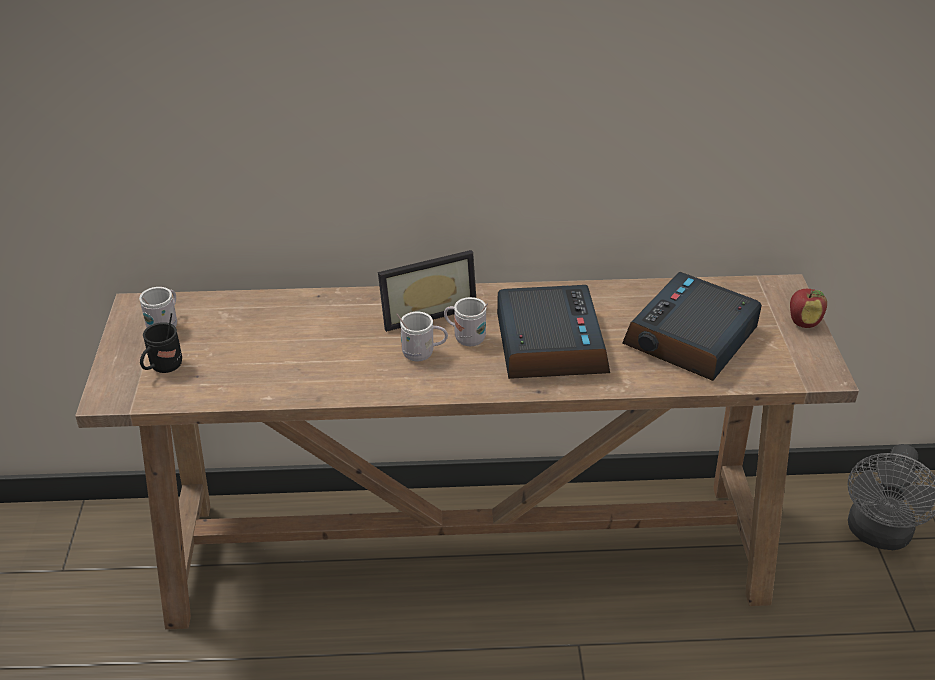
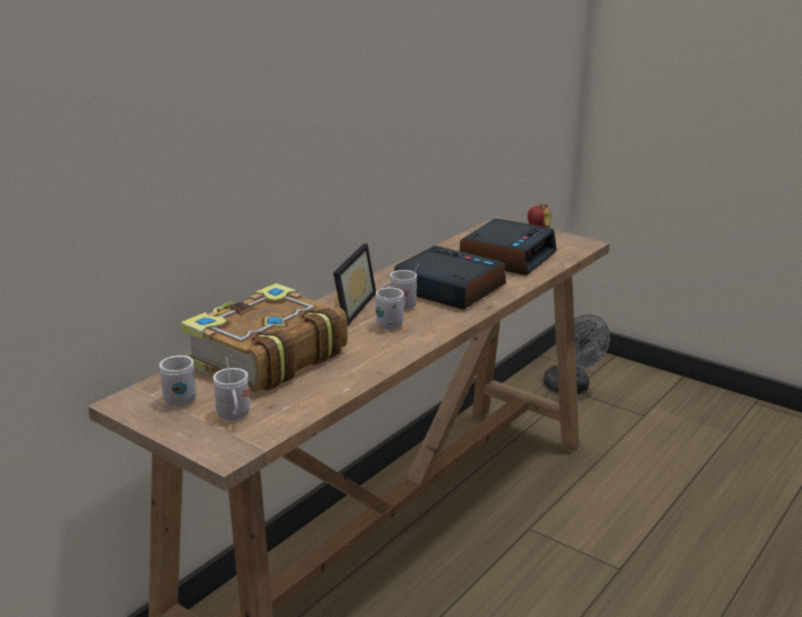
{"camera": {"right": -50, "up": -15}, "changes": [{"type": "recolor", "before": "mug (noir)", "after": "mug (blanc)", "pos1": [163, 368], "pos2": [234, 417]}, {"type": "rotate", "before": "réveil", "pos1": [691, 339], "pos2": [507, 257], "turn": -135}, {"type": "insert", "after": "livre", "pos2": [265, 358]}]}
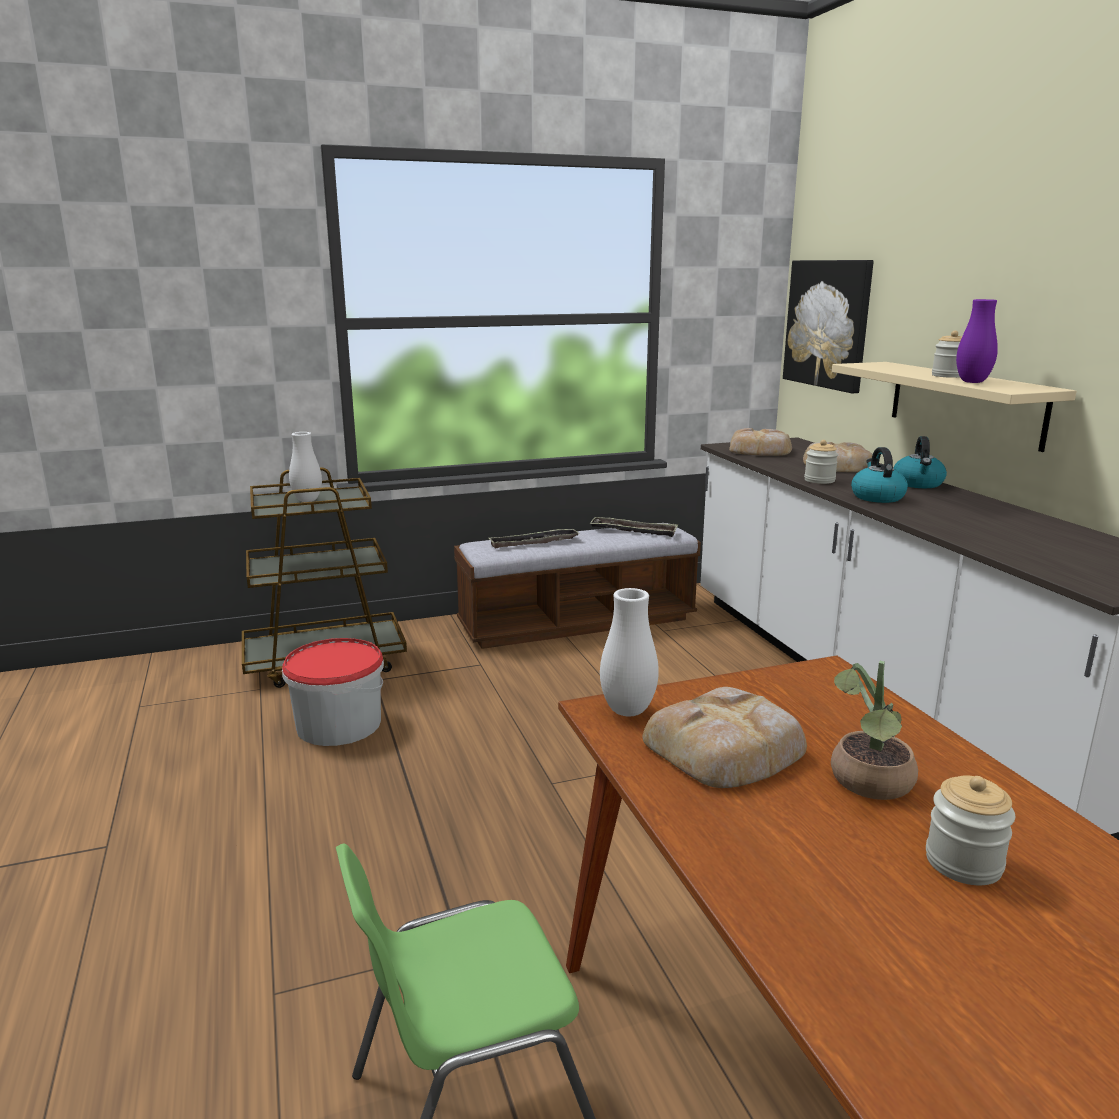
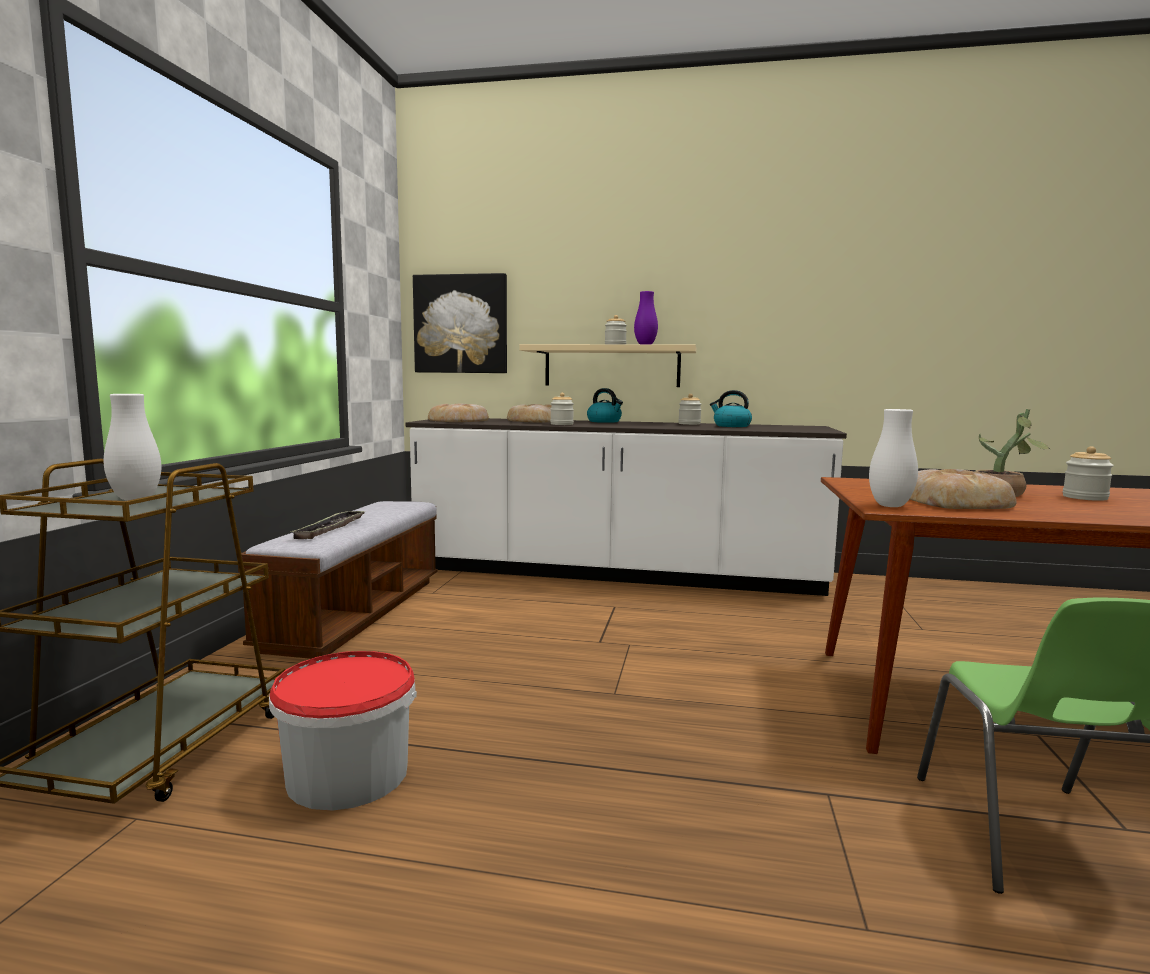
{"camera": {"right": -60, "up": -10}, "changes": [{"type": "delete", "before": "plateau", "pos1": [633, 531]}, {"type": "move", "before": "bouilloire", "pos1": [876, 497], "pos2": [731, 426]}, {"type": "insert", "after": "bocal", "pos2": [689, 424]}]}
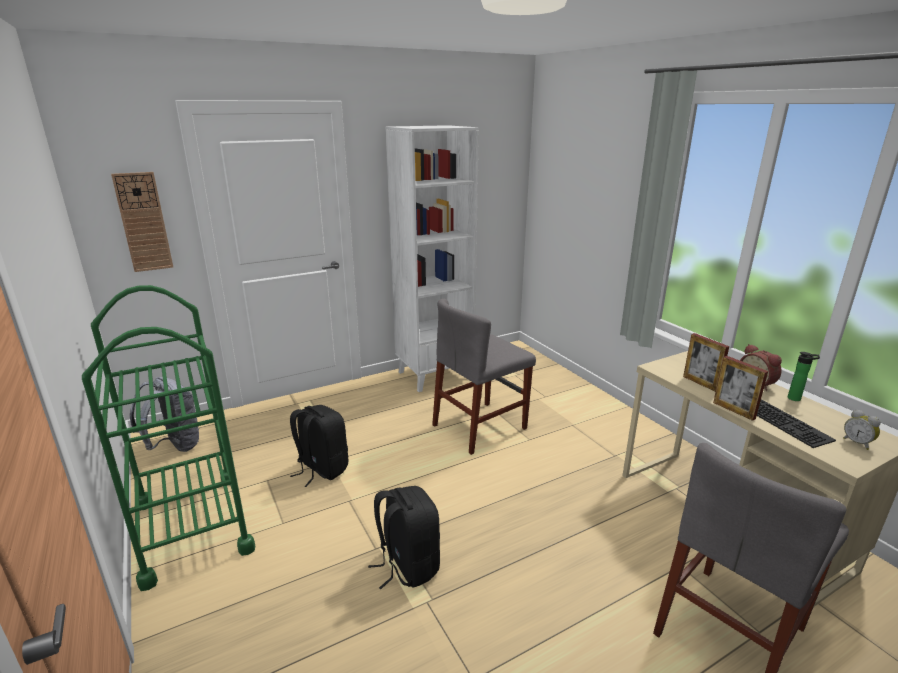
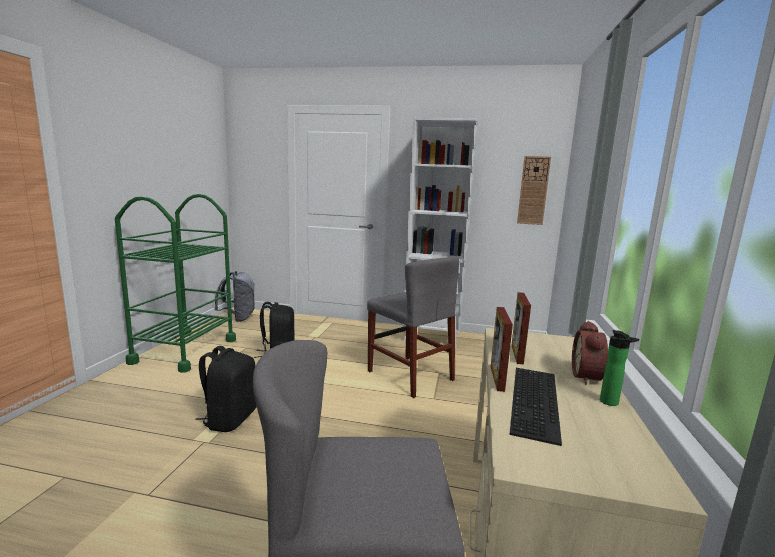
{"camera": {"right": 40, "up": -10}, "changes": [{"type": "move", "before": "horloge murale", "pos1": [143, 222], "pos2": [533, 190]}, {"type": "rotate", "before": "chaise (gris)", "pos1": [479, 427], "pos2": [410, 375], "turn": -135}, {"type": "delete", "before": "réveil", "pos1": [857, 443]}]}
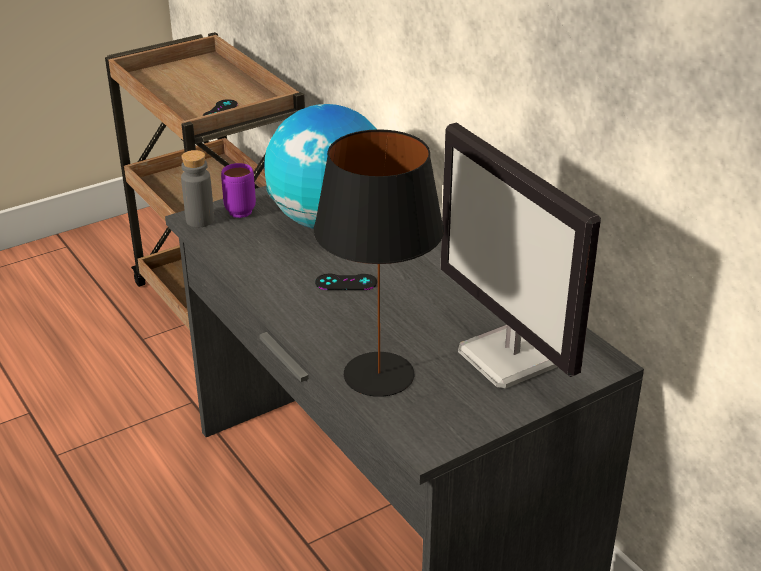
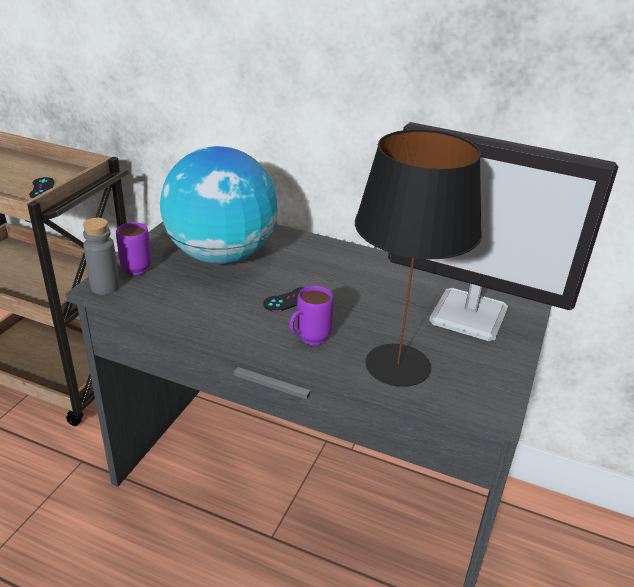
{"camera": {"right": -35, "up": 0}, "changes": [{"type": "insert", "after": "mug (violet)", "pos2": [307, 341]}]}
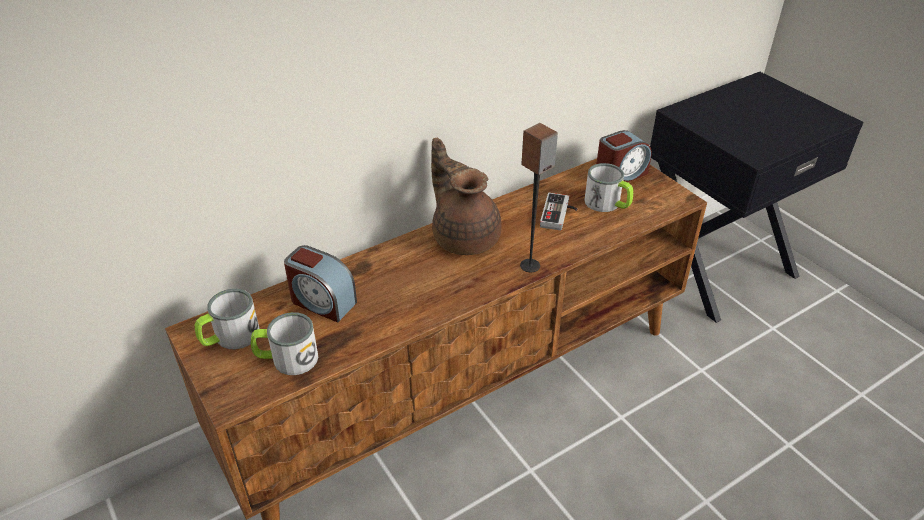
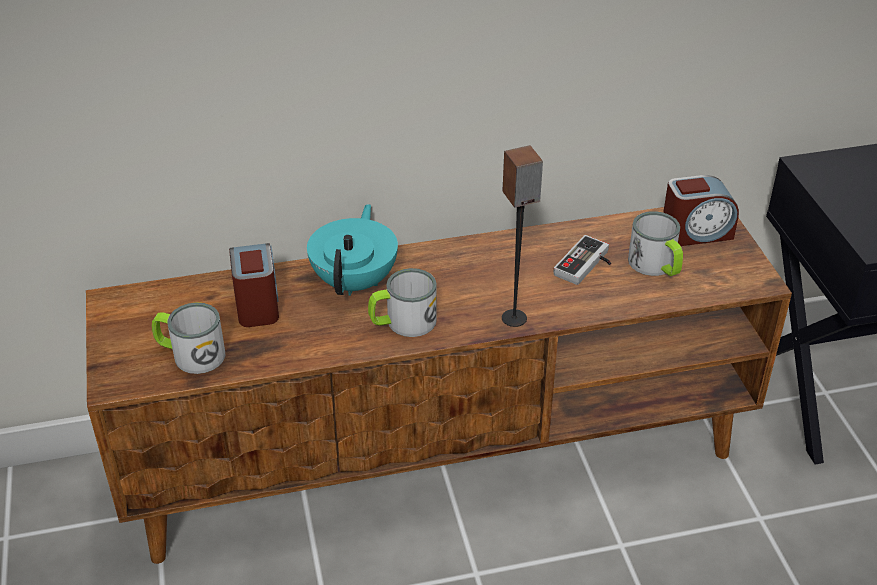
{"camera": {"right": 20, "up": 0}, "changes": [{"type": "move", "before": "mug", "pos1": [230, 337], "pos2": [402, 322]}, {"type": "rotate", "before": "réveil", "pos1": [322, 302], "pos2": [257, 302], "turn": -150}, {"type": "delete", "before": "théière (marron)", "pos1": [464, 236]}, {"type": "insert", "after": "théière (turquoise)", "pos2": [355, 281]}]}
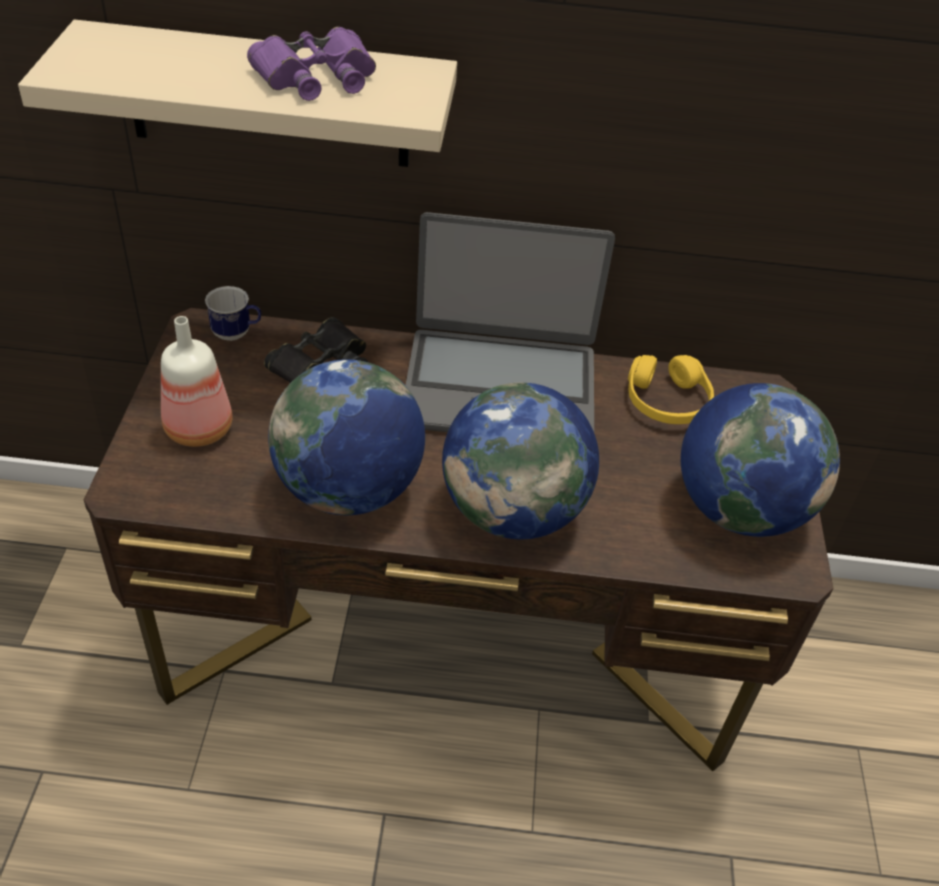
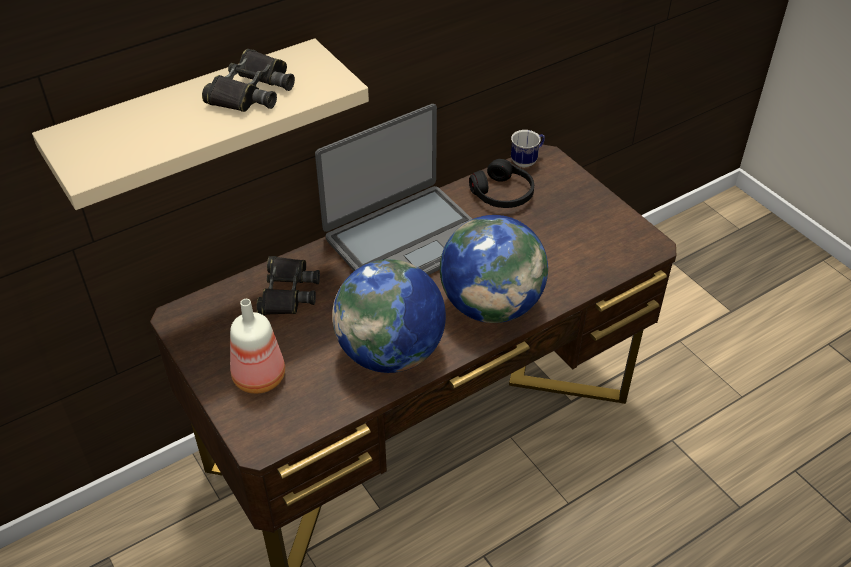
{"camera": {"right": -35, "up": 0}, "changes": [{"type": "move", "before": "mug", "pos1": [237, 334], "pos2": [527, 161]}, {"type": "recolor", "before": "jumelles (violet)", "after": "jumelles (noir)", "pos1": [316, 77], "pos2": [252, 91]}, {"type": "recolor", "before": "casque audio (jaune)", "after": "casque audio (noir)", "pos1": [667, 401], "pos2": [502, 194]}, {"type": "delete", "before": "globe", "pos1": [739, 509]}]}
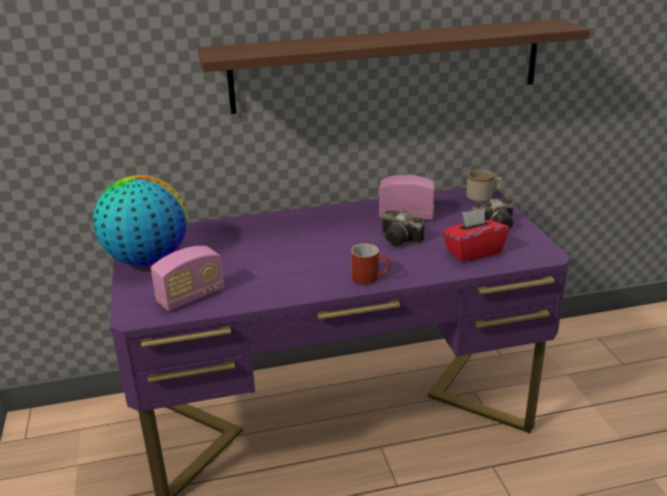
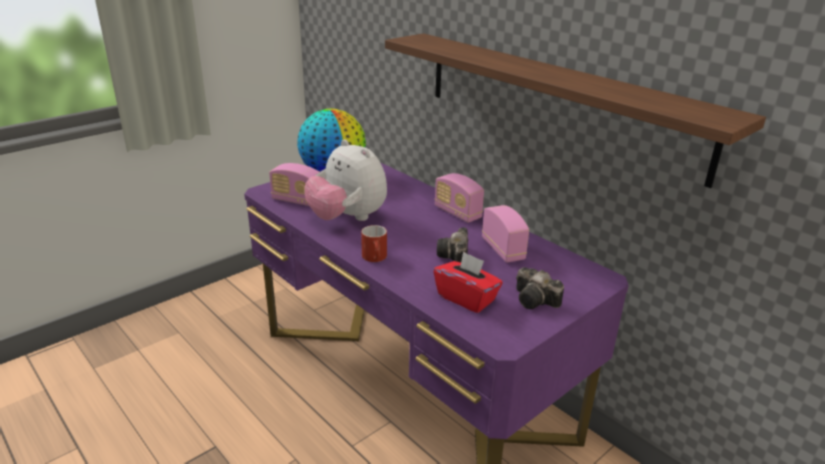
{"camera": {"right": 60, "up": 0}, "changes": [{"type": "delete", "before": "mug (beige)", "pos1": [483, 198]}, {"type": "insert", "after": "peluche", "pos2": [347, 218]}, {"type": "insert", "after": "radio", "pos2": [457, 213]}]}
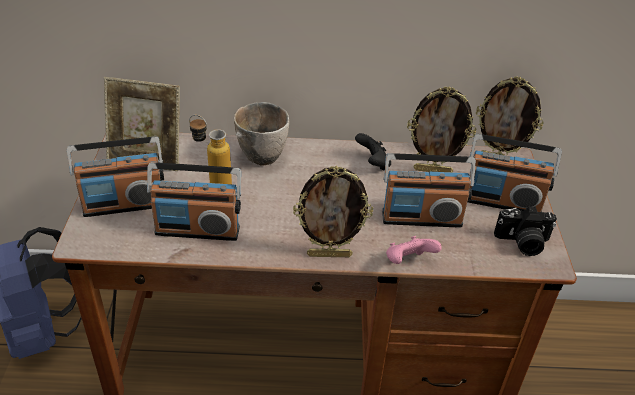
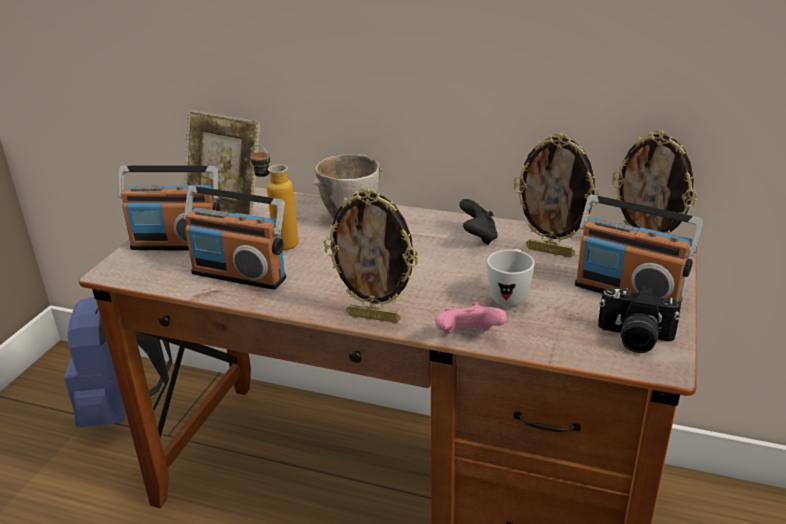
{"camera": {"right": 20, "up": -10}, "changes": [{"type": "replace", "before": "radio", "after": "mug (blanc)", "pos1": [421, 218], "pos2": [510, 296]}]}
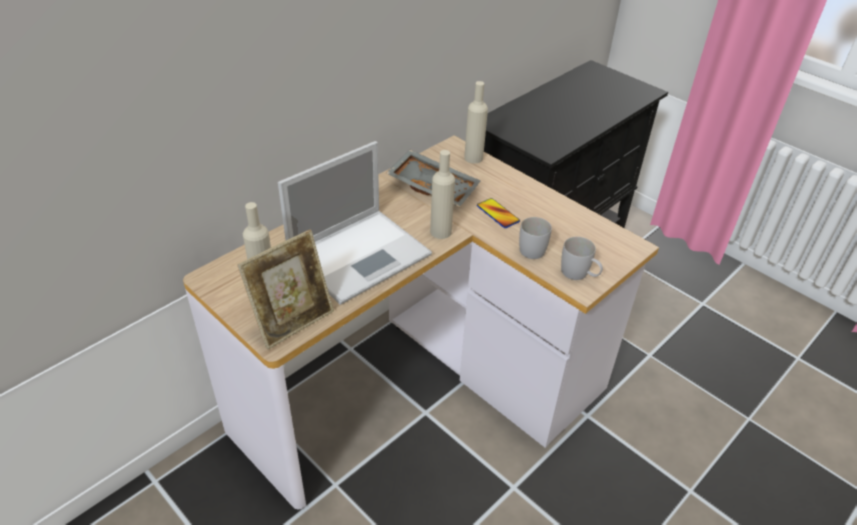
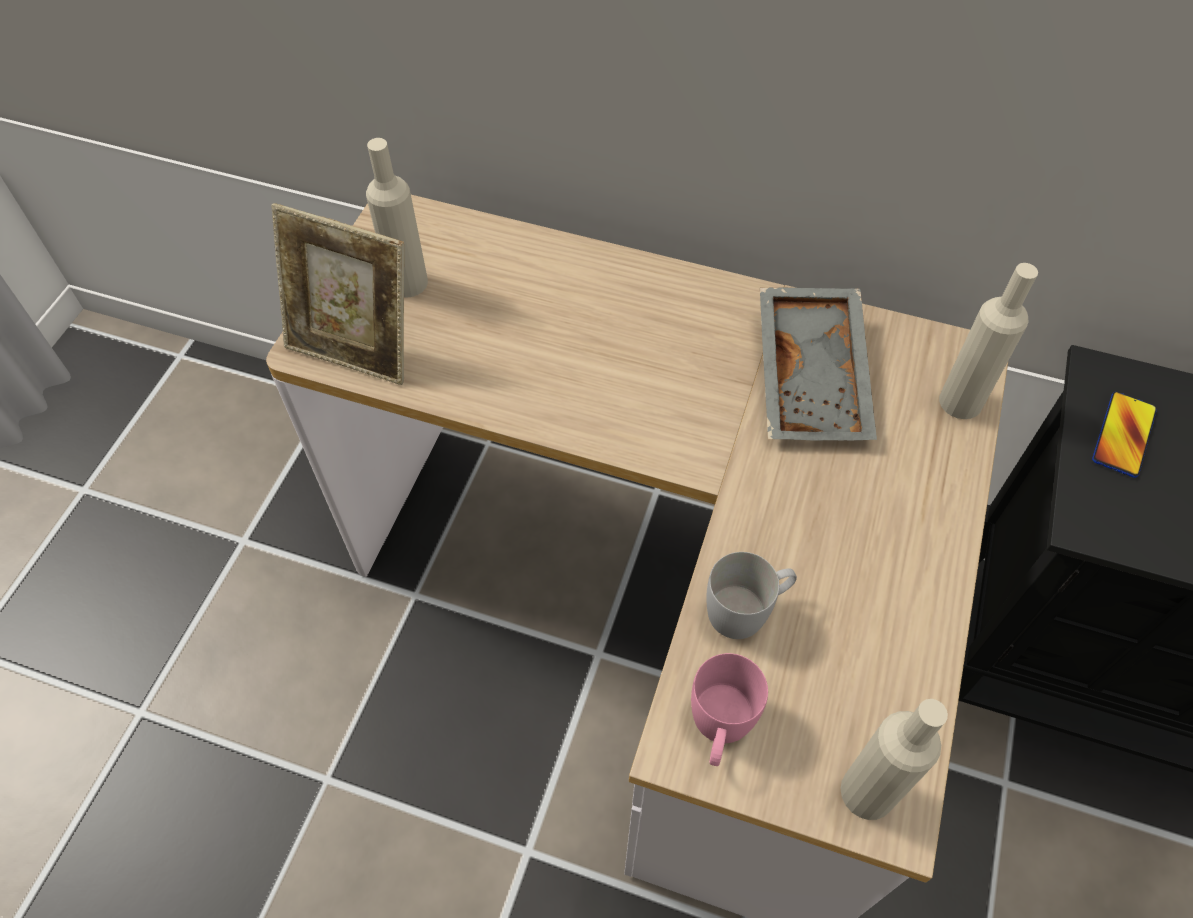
{"camera": {"right": 65, "up": 15}, "changes": [{"type": "delete", "before": "ordinateur portable", "pos1": [361, 254]}, {"type": "move", "before": "bouteille (beige)", "pos1": [440, 232], "pos2": [867, 792]}, {"type": "move", "before": "téléphone", "pos1": [497, 214], "pos2": [1123, 435]}, {"type": "recolor", "before": "mug (blanc)", "after": "mug (rose)", "pos1": [579, 274], "pos2": [719, 728]}]}
